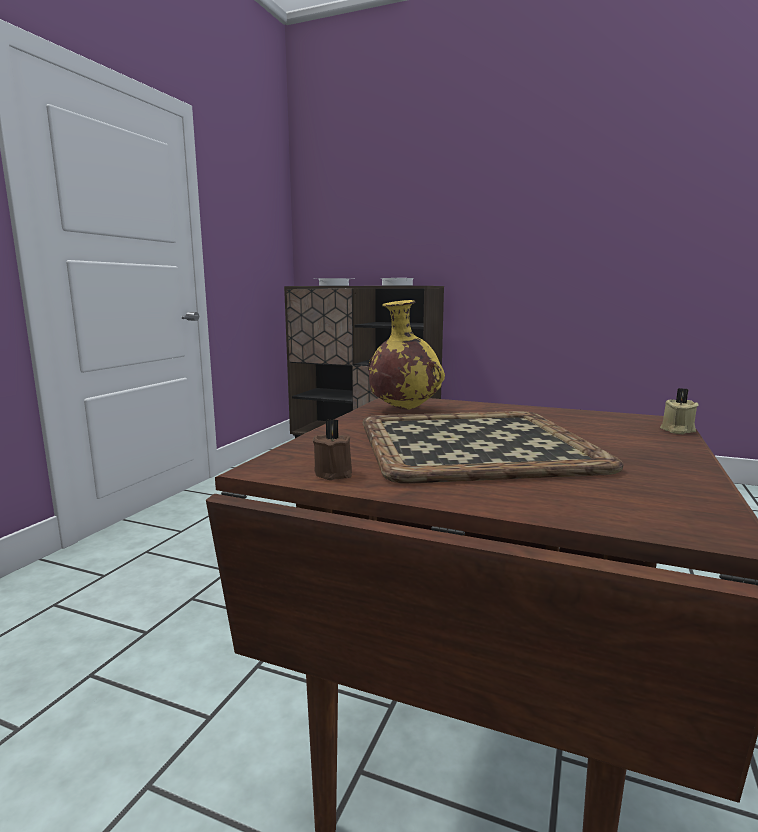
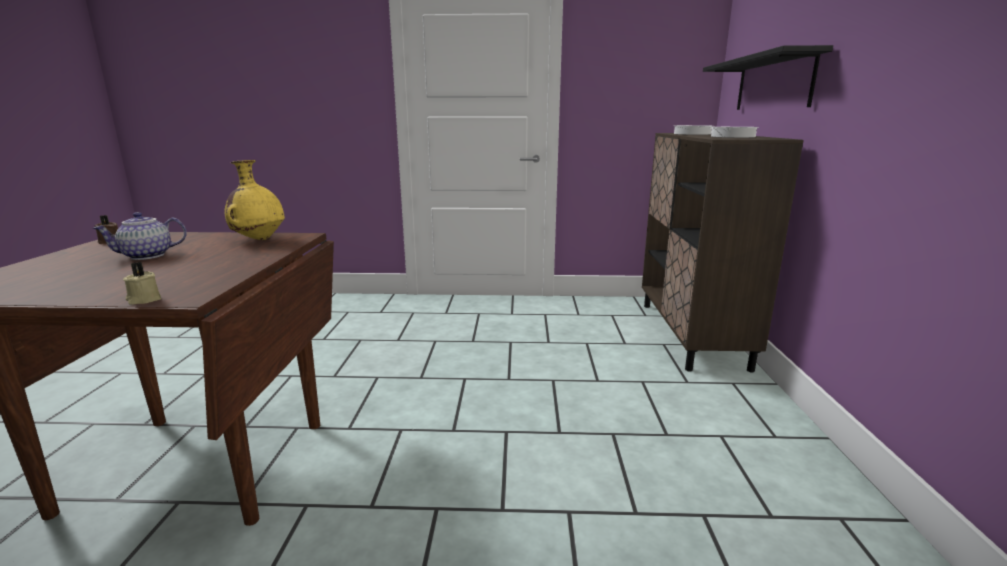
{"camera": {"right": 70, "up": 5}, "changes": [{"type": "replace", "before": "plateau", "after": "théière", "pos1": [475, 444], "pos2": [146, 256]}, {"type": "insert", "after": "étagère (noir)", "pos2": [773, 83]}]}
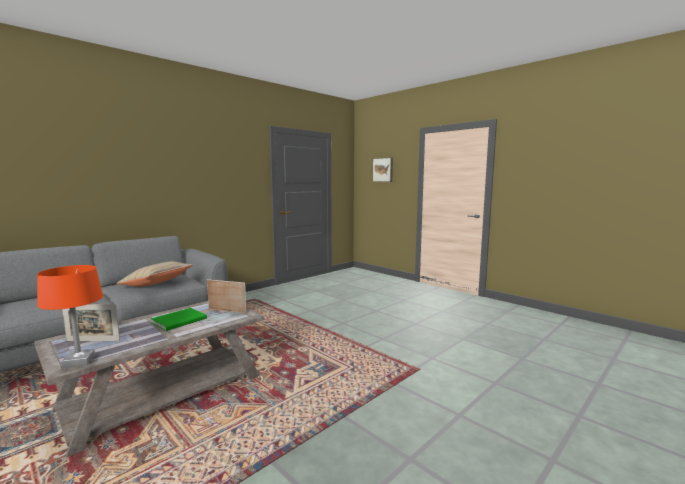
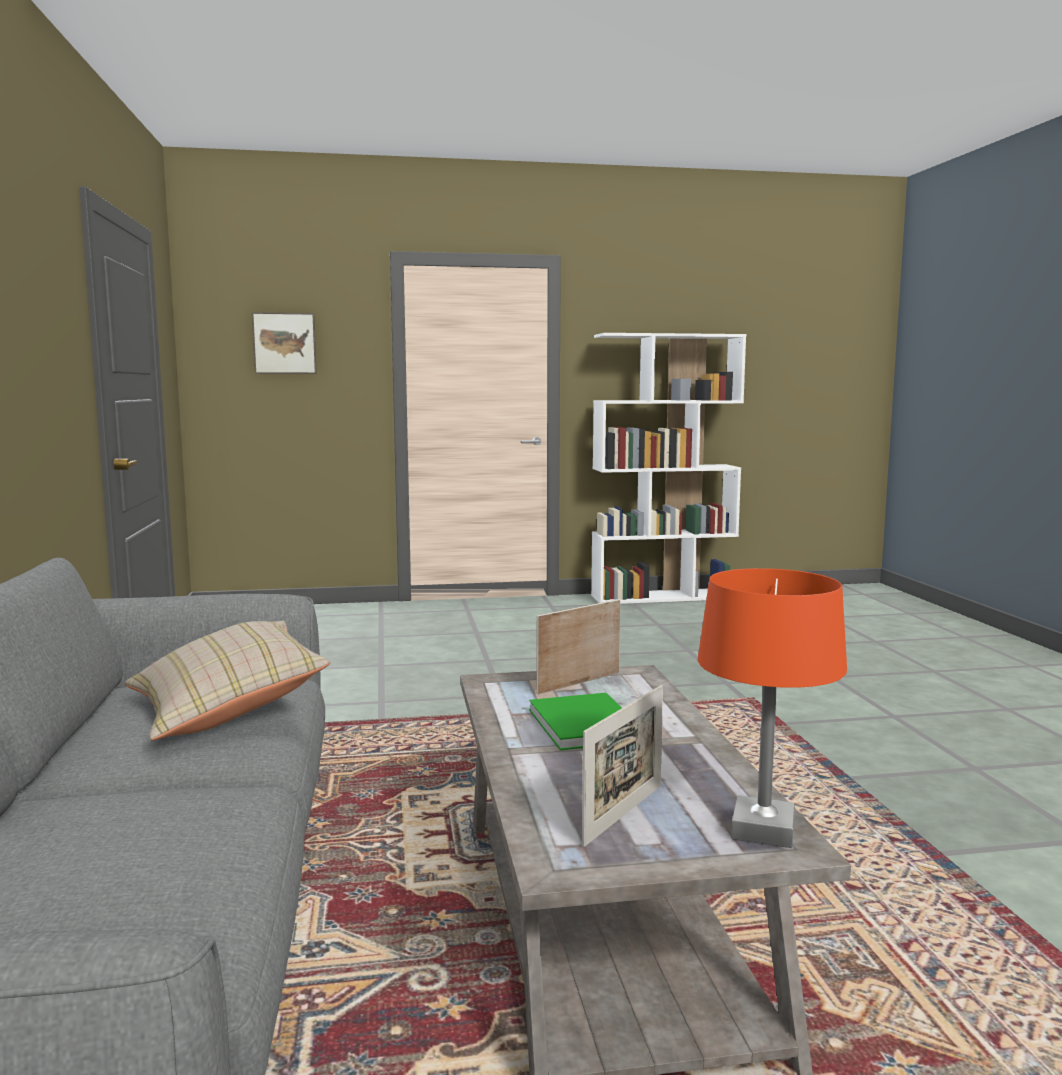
{"camera": {"right": -55, "up": 0}, "changes": [{"type": "insert", "after": "bibliothèque (blanc)", "pos2": [663, 597]}]}
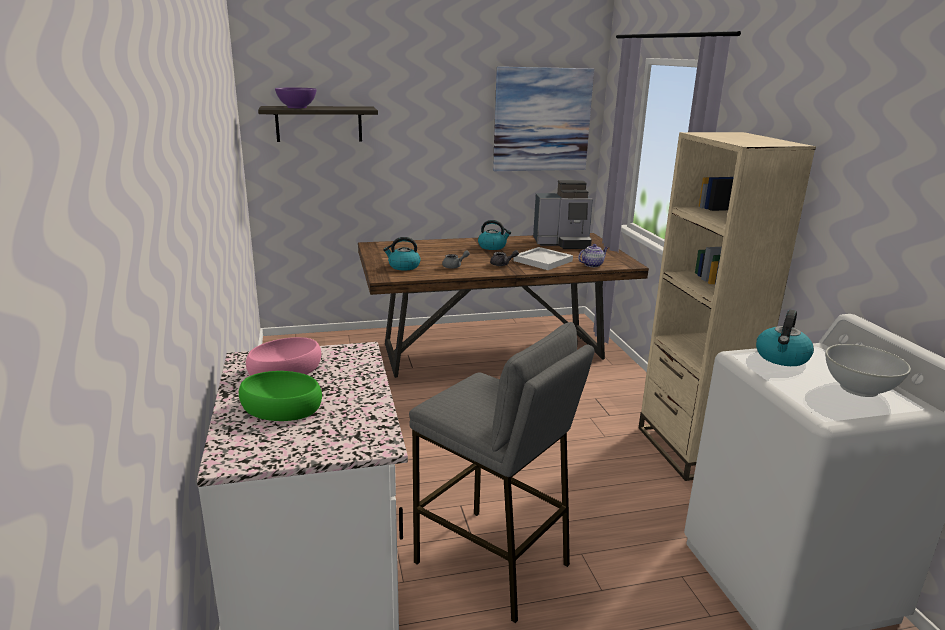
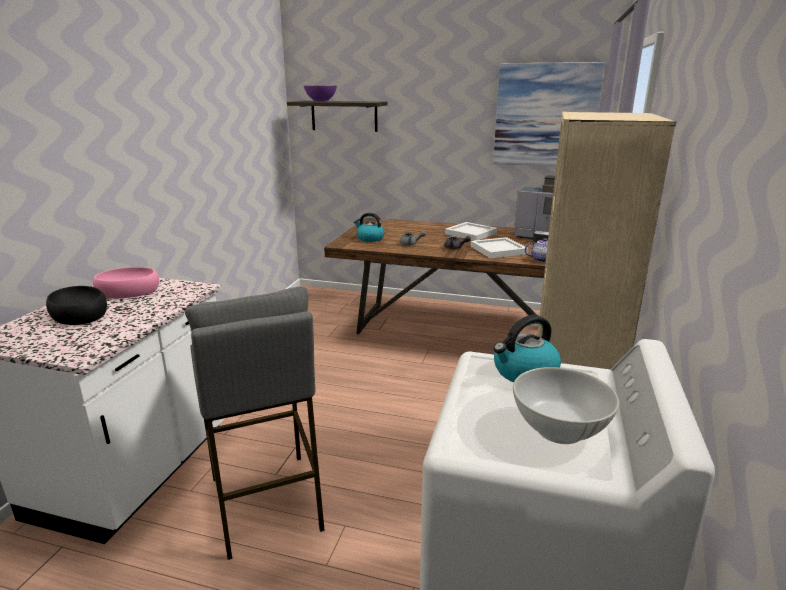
{"camera": {"right": 30, "up": 0}, "changes": [{"type": "recolor", "before": "bol (vert)", "after": "bol (noir)", "pos1": [282, 406], "pos2": [80, 314]}, {"type": "replace", "before": "bouilloire", "after": "plateau (blanc)", "pos1": [492, 247], "pos2": [470, 233]}]}
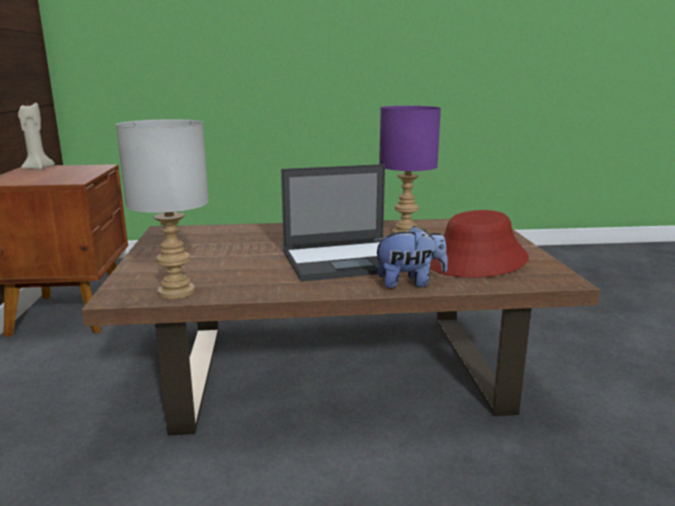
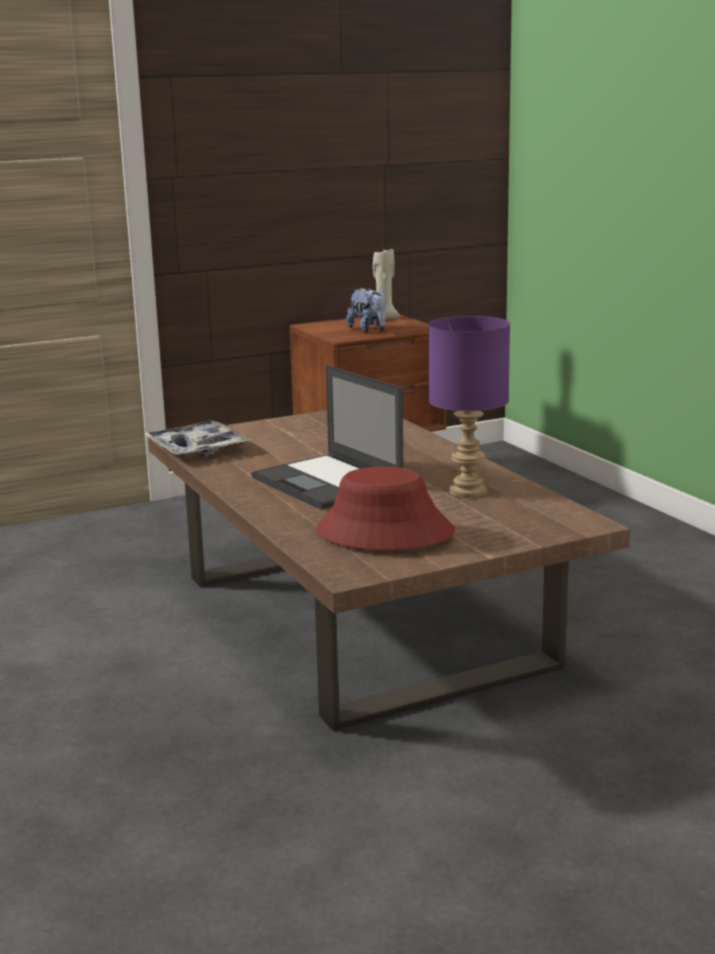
{"camera": {"right": 70, "up": 0}, "changes": [{"type": "replace", "before": "lampe de table (gris)", "after": "plateau", "pos1": [176, 291], "pos2": [197, 449]}, {"type": "move", "before": "peluche", "pos1": [409, 283], "pos2": [369, 330]}]}
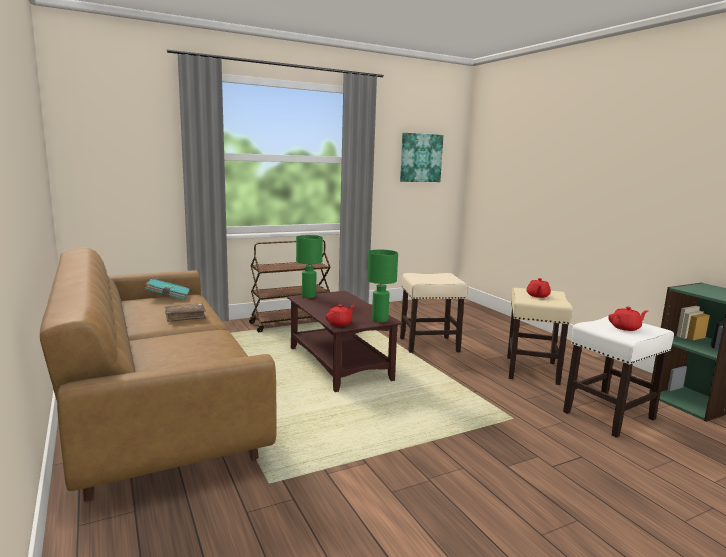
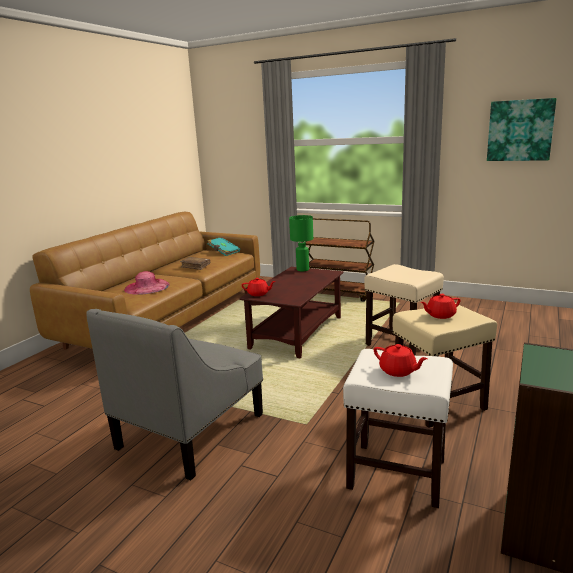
{"camera": {"right": 55, "up": 5}, "changes": [{"type": "delete", "before": "lampe de table (vert)", "pos1": [380, 320]}, {"type": "insert", "after": "fauteuil (gris)", "pos2": [191, 430]}, {"type": "insert", "after": "chapeau (rose)", "pos2": [147, 287]}]}
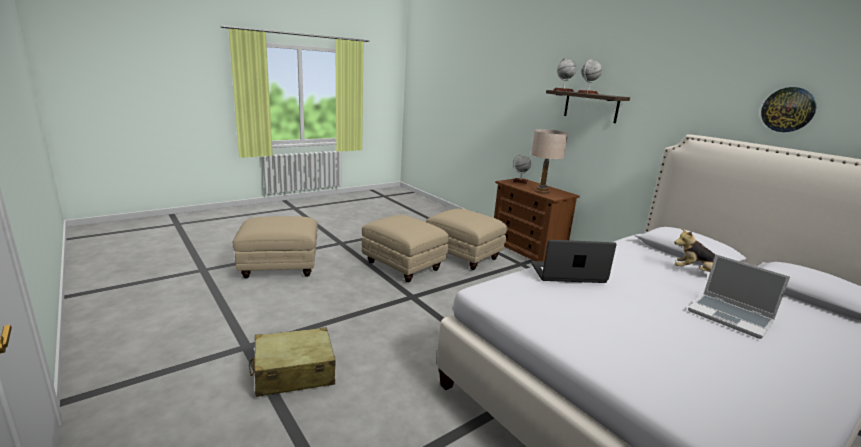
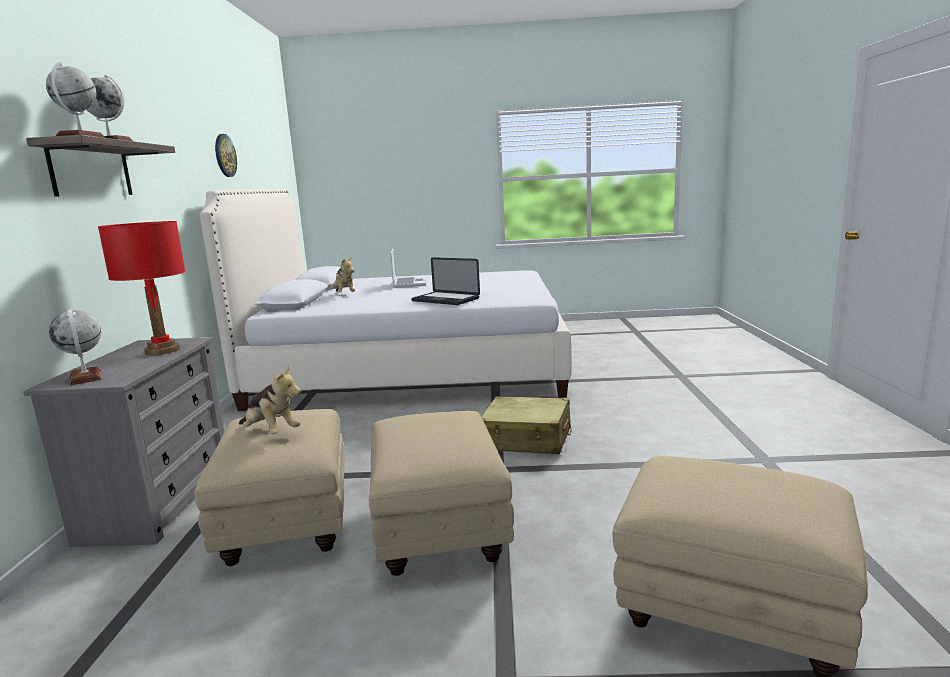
{"camera": {"right": -140, "up": -5}, "changes": [{"type": "move", "before": "valise (beige)", "pos1": [294, 372], "pos2": [527, 439]}, {"type": "recolor", "before": "commode (marron)", "after": "commode (gris)", "pos1": [527, 251], "pos2": [160, 500]}, {"type": "recolor", "before": "lampe de table (beige)", "after": "lampe de table (rouge)", "pos1": [541, 191], "pos2": [162, 351]}, {"type": "insert", "after": "peluche", "pos2": [271, 432]}]}
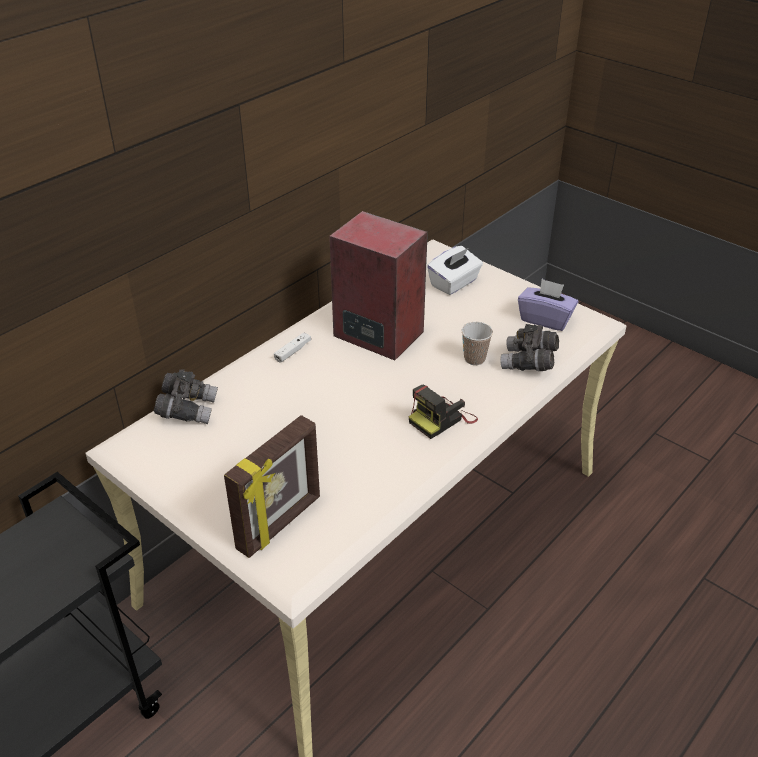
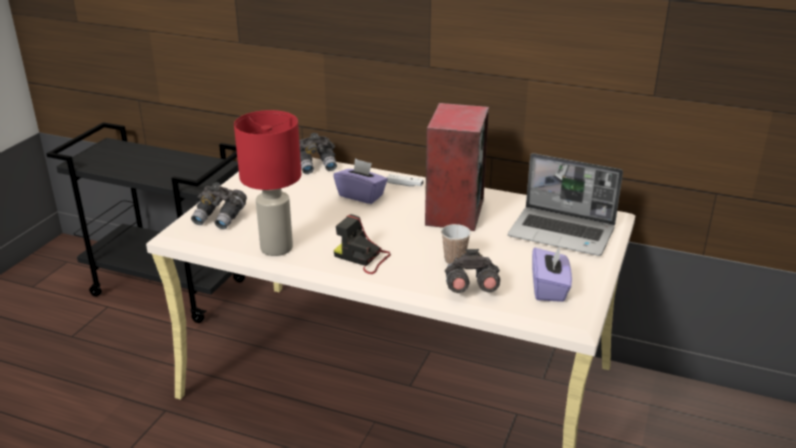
{"camera": {"right": 70, "up": -10}, "changes": [{"type": "replace", "before": "cadre photo", "after": "jumelles (gris)", "pos1": [280, 524], "pos2": [220, 218]}, {"type": "replace", "before": "boîte à mouchoirs (blanc)", "after": "ordinateur portable", "pos1": [454, 283], "pos2": [563, 233]}, {"type": "insert", "after": "lampe de table (rouge)", "pos2": [275, 248]}, {"type": "insert", "after": "boîte à mouchoirs (violet)", "pos2": [361, 195]}]}
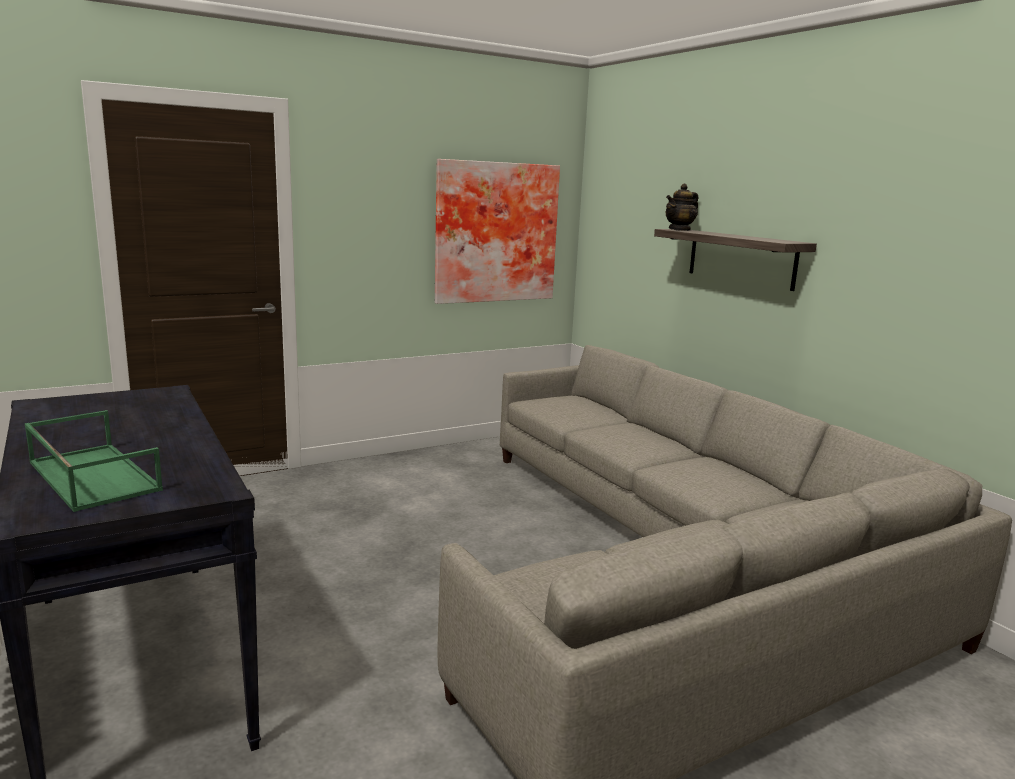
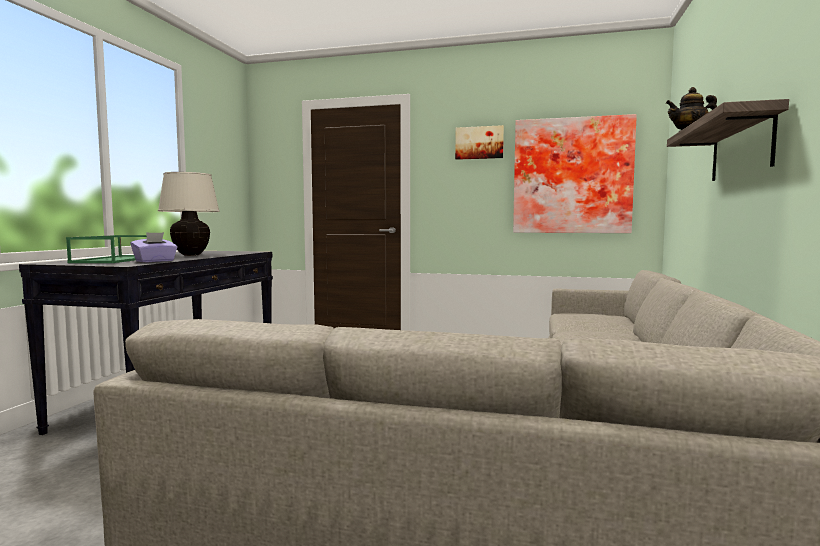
{"camera": {"right": 45, "up": -10}, "changes": [{"type": "insert", "after": "boîte à mouchoirs (violet)", "pos2": [155, 261]}, {"type": "insert", "after": "lampe de table (beige)", "pos2": [191, 255]}, {"type": "insert", "after": "tableau", "pos2": [479, 143]}]}
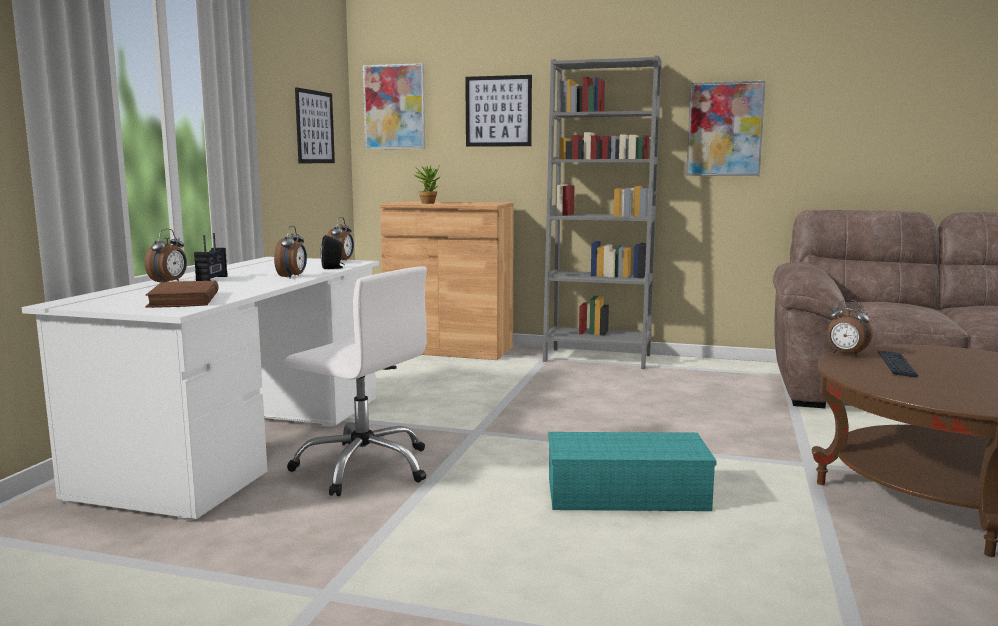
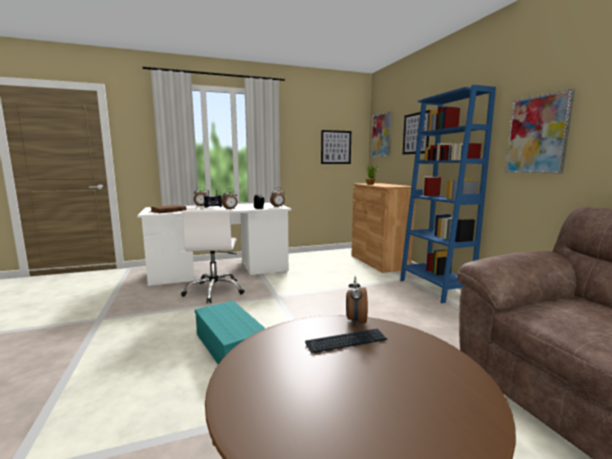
{"camera": {"right": 55, "up": 0}, "changes": [{"type": "recolor", "before": "bibliothèque (gris)", "after": "bibliothèque (bleu)", "pos1": [597, 358], "pos2": [434, 288]}]}
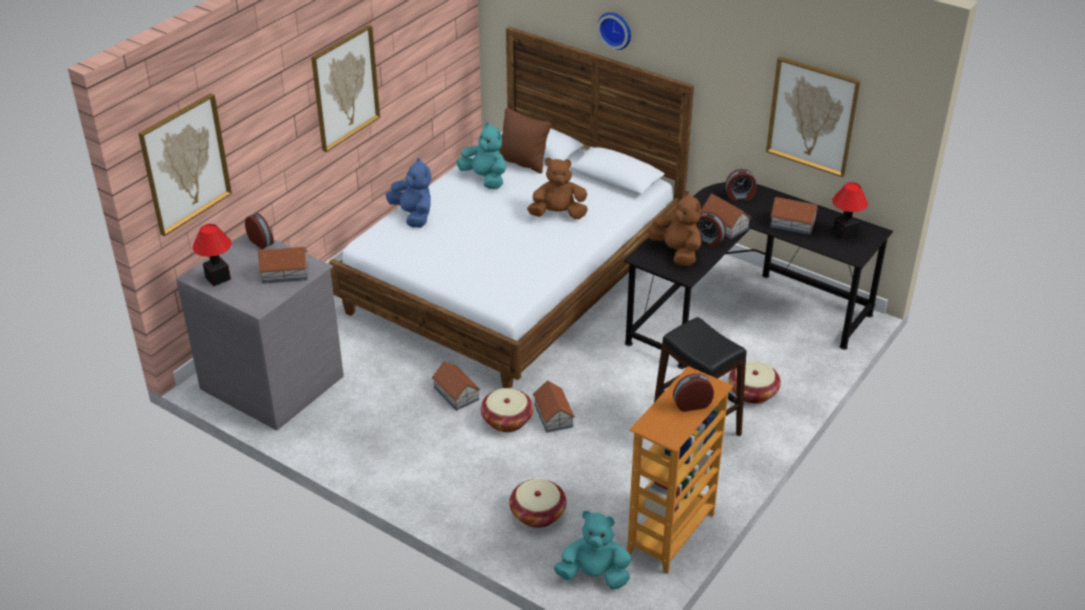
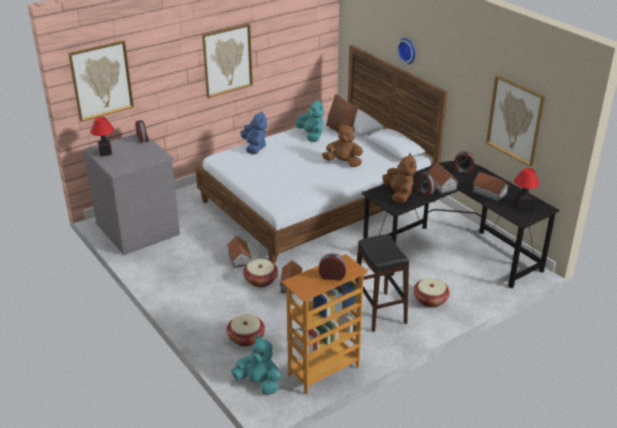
{"camera": {"right": 20, "up": -5}, "changes": [{"type": "delete", "before": "maison miniature", "pos1": [285, 273]}]}
